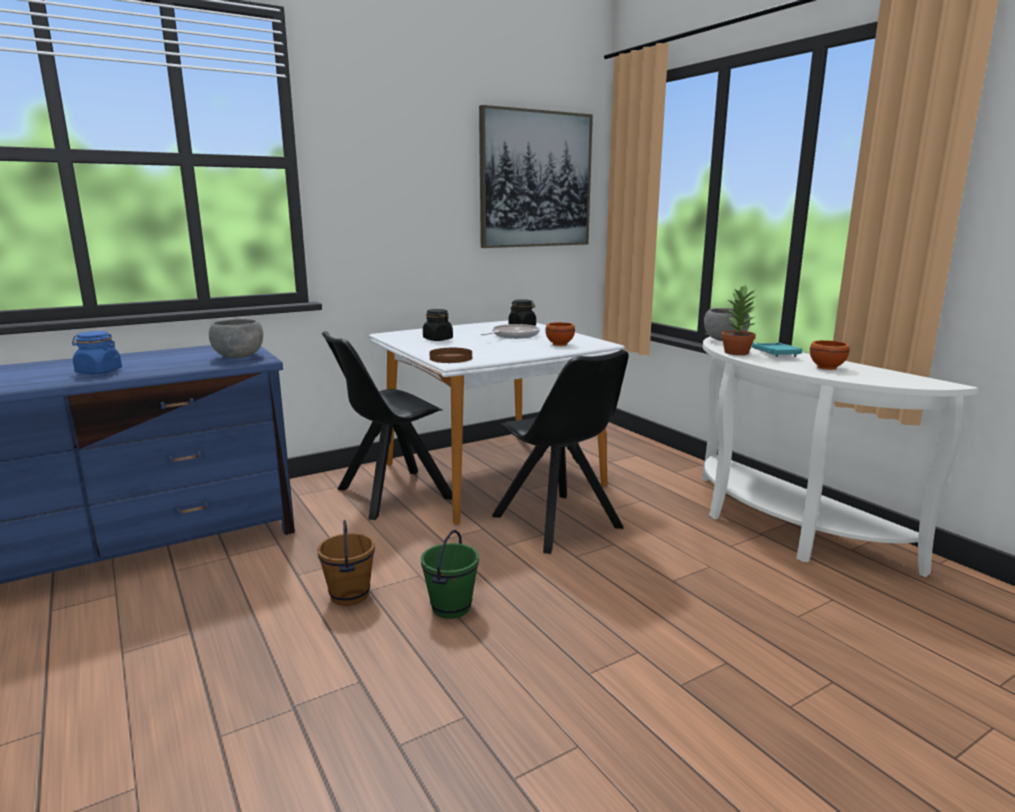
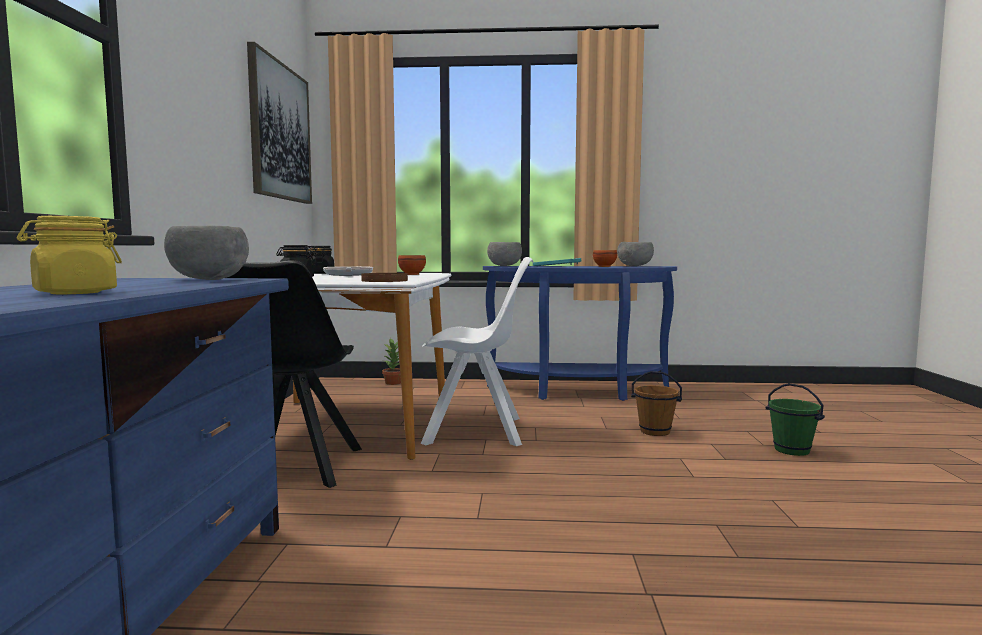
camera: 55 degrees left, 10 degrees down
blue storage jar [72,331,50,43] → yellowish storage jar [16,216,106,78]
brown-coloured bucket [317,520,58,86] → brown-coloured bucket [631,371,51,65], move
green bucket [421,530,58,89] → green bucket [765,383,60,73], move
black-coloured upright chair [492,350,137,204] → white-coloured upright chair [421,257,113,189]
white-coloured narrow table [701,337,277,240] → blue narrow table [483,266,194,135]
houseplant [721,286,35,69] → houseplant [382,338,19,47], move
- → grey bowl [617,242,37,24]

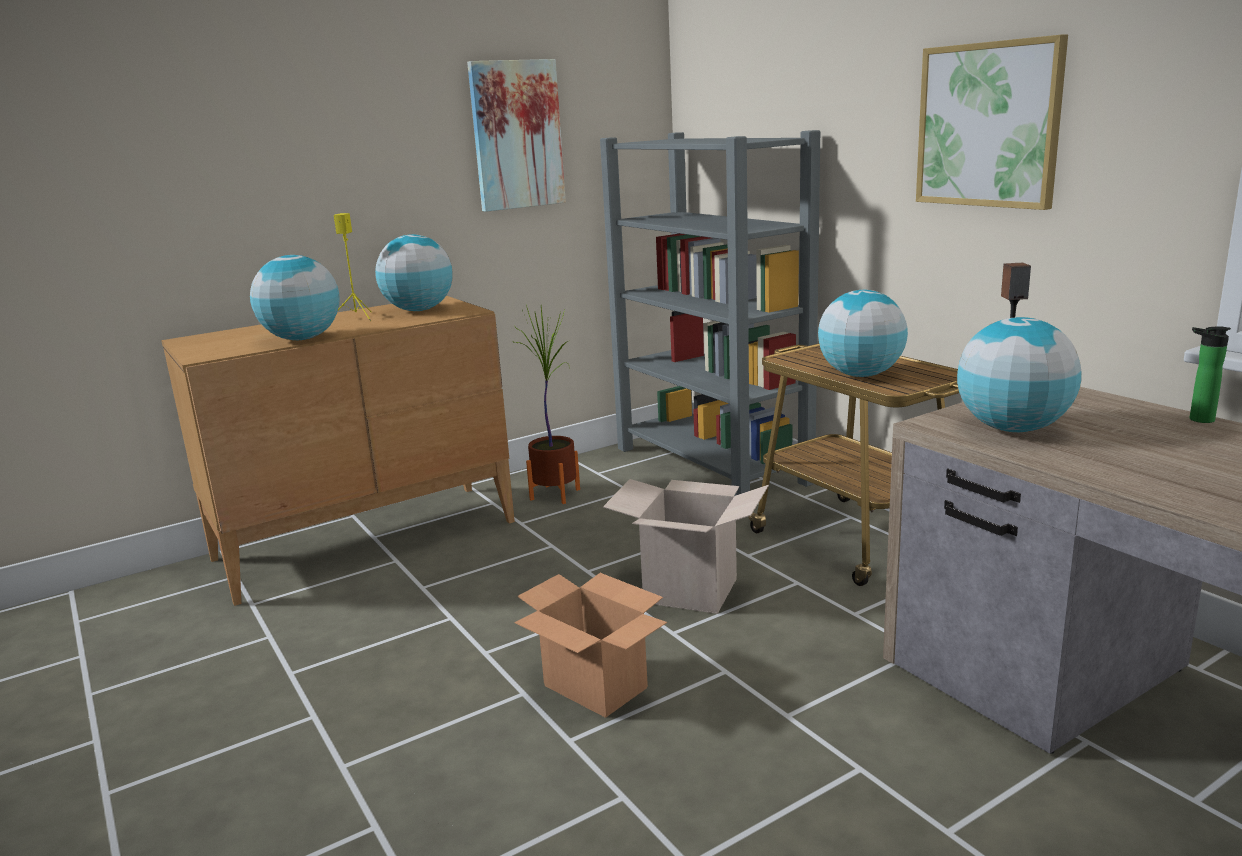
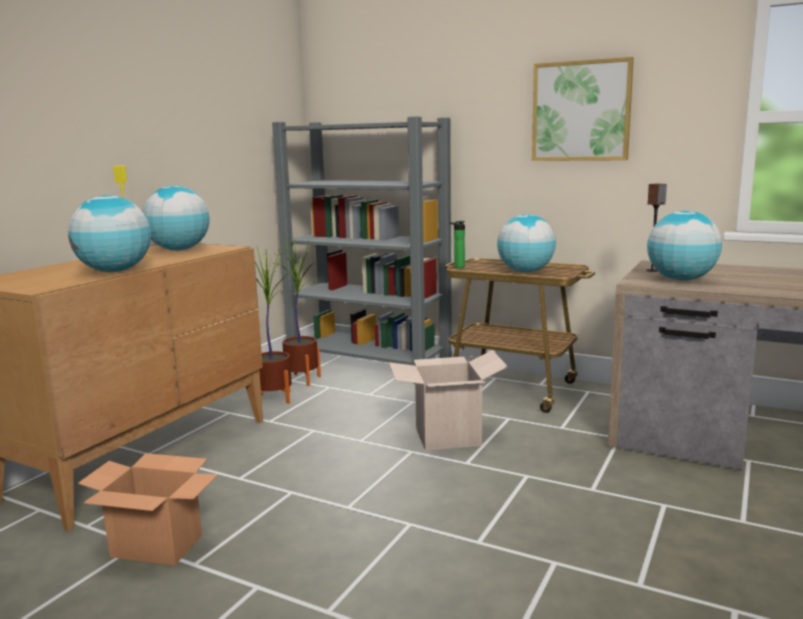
camera: 30 degrees left, 5 degrees down
picture [467,59,99,153] → -
carton [514,573,153,145] → carton [78,453,140,112], move
drink bottle [1190,326,41,97] → drink bottle [449,221,16,47], move
- → houseplant [274,237,47,149]

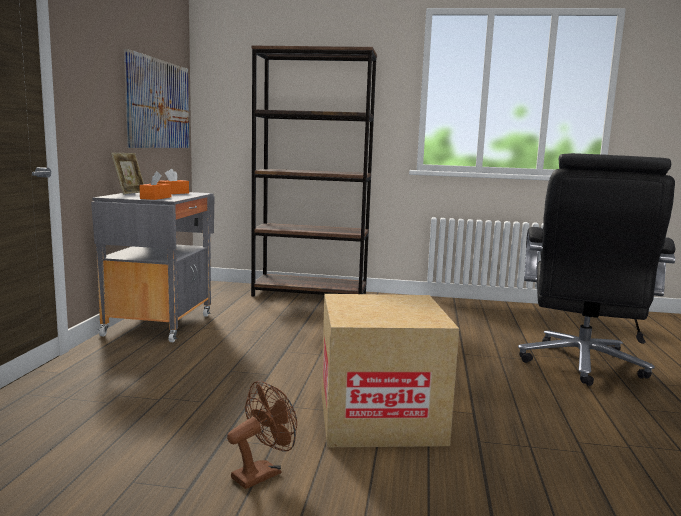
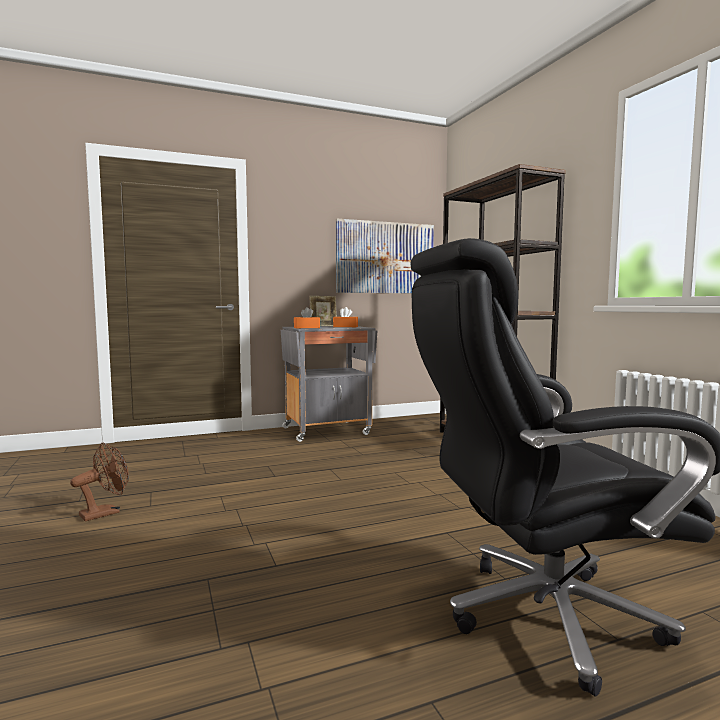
camera: 60 degrees right, 5 degrees down
brown-coloured cooling fan [227,381,70,108] → brown-coloured cooling fan [70,443,59,78], 60 degrees counterclockwise
carton [321,294,138,153] → -

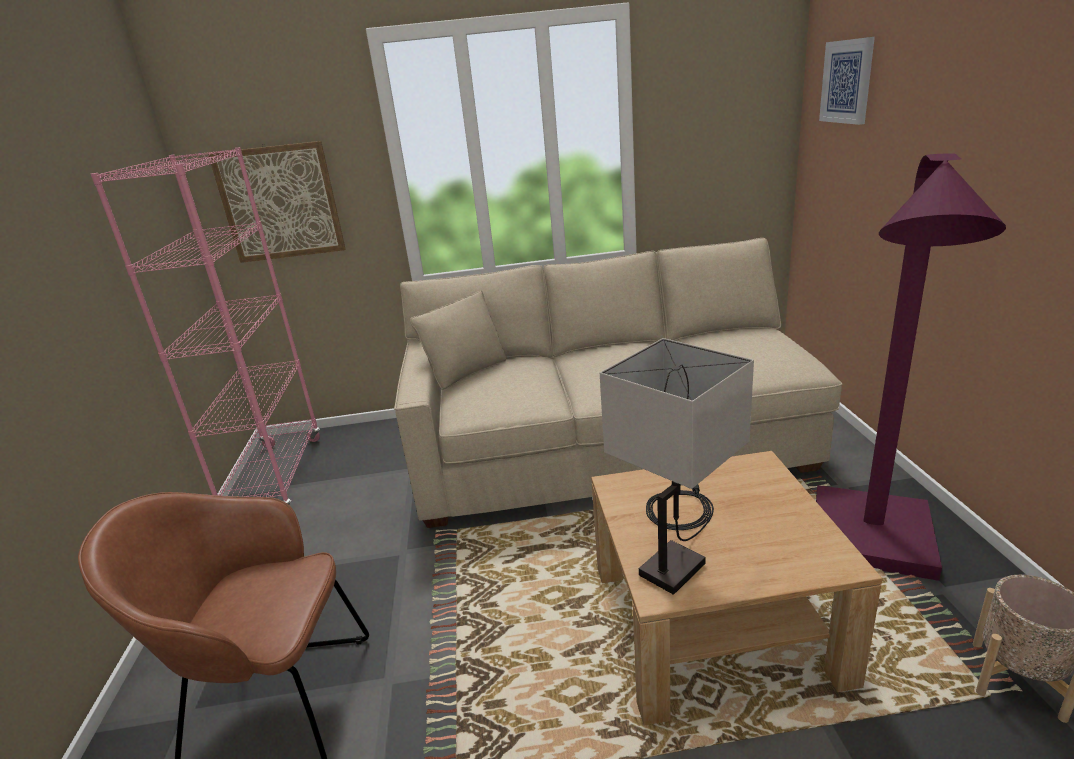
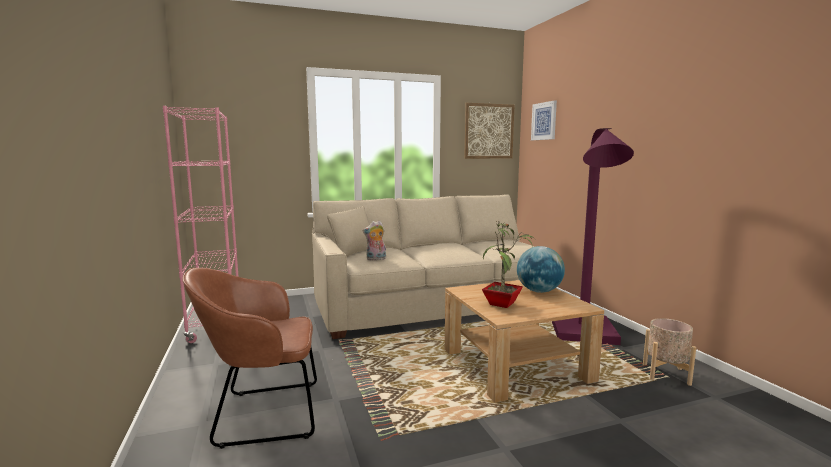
camera: 15 degrees left, 15 degrees down
picture [208,141,138,122] → picture [464,103,50,56], move
table lamp [600,338,154,257] → houseplant [482,221,54,87]
- → cuddly toy [363,221,23,39]
- → world globe [517,246,48,47]

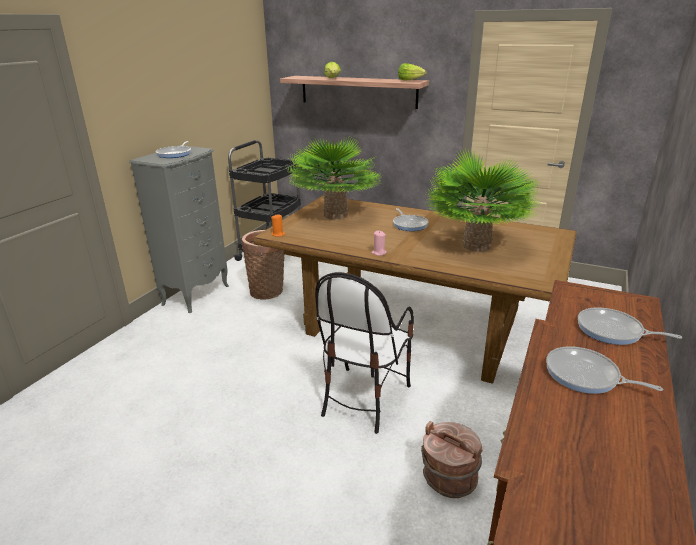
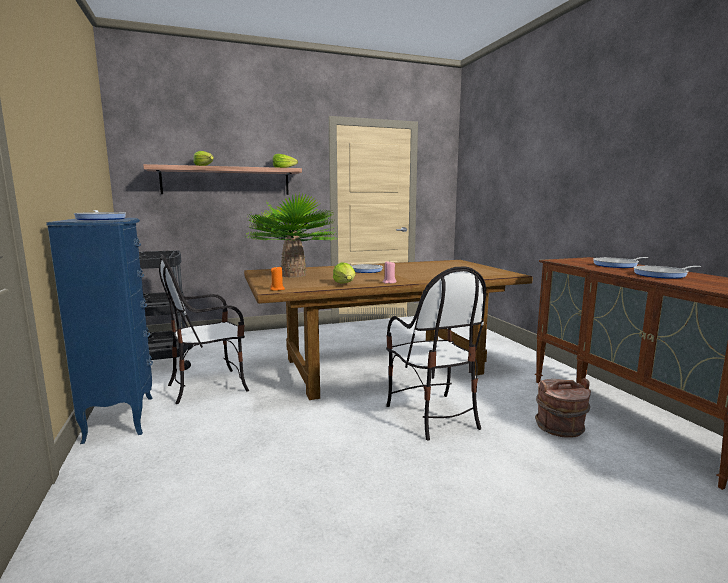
camera: 45 degrees left, 15 degrees down
grey chest of drawers [129,145,100,168] → blue chest of drawers [46,218,107,226]
household basket [241,230,44,70] → upright chair [159,254,90,150]
houseplant [426,149,116,103] → -
- → lettuce head [333,262,23,22]

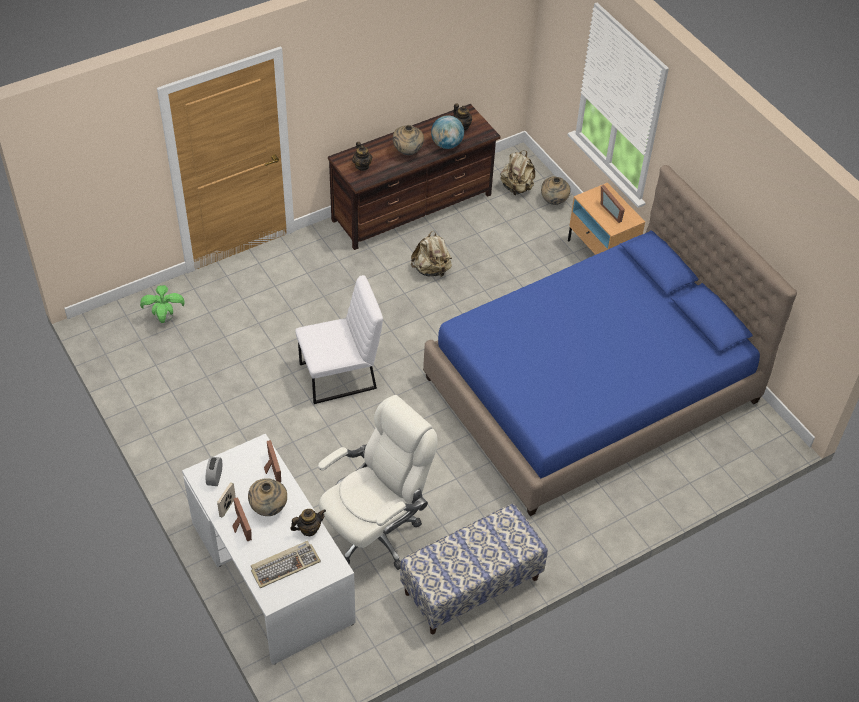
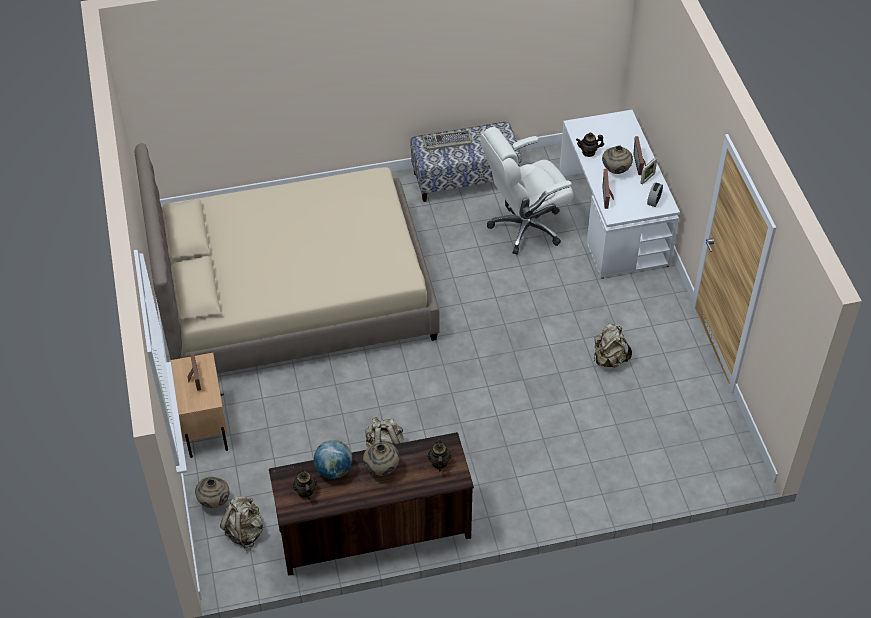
camera: 160 degrees left, 0 degrees up
houseplant [140,285,44,38] → -
keyboard [251,541,70,47] → keyboard [422,130,50,20], move
white-coloured upright chair [295,275,88,129] → -
blue sleeping bed [423,165,374,351] → sand-coloured sleeping bed [135,143,305,231]
- → sand-coloured backpack [594,323,38,45]

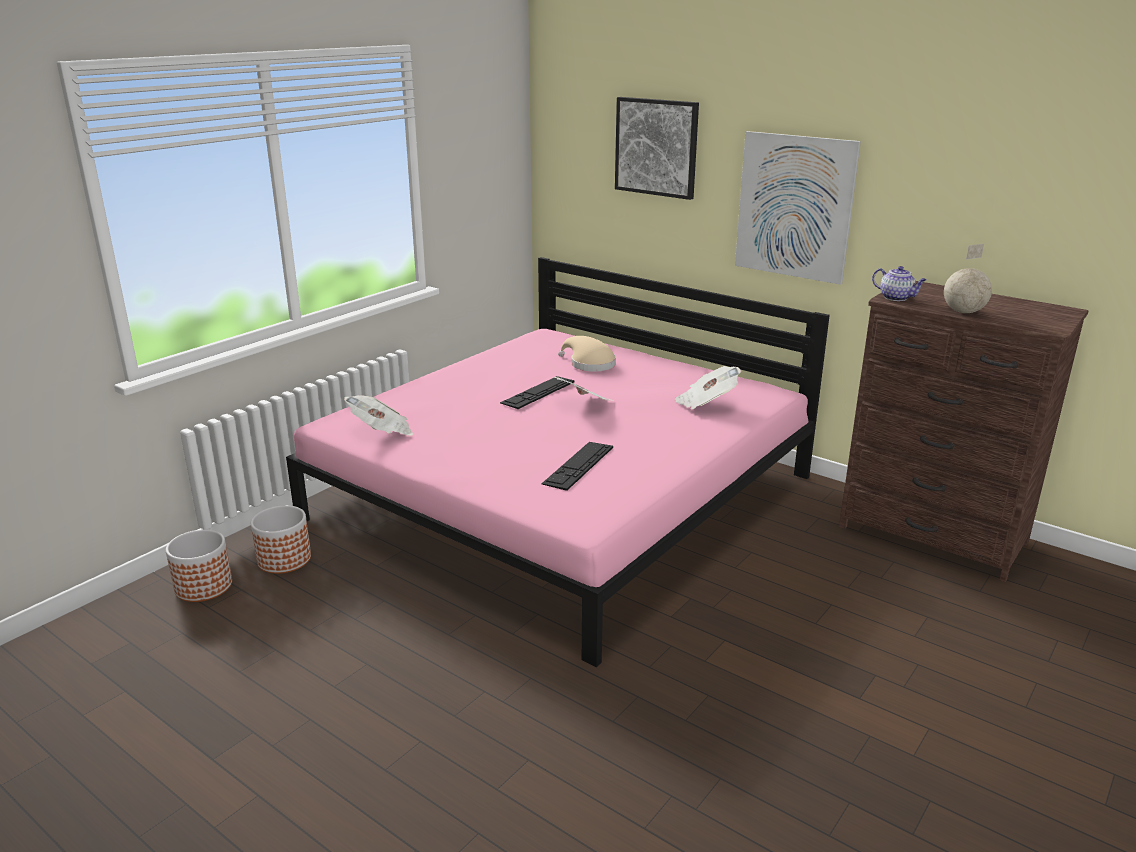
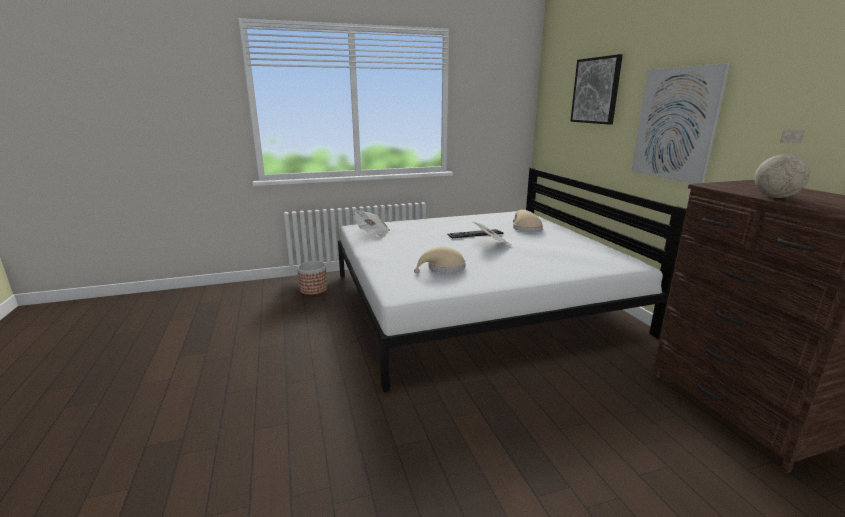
camera: 35 degrees right, 5 degrees down
flower pot [166,530,66,72] → -
pink-coloured sleeping bed [286,257,544,410] → white-coloured sleeping bed [338,168,349,224]
keyboard [541,442,72,49] → sand-coloured hat [414,246,52,28]
newspaper [675,366,67,43] → -
tea pot [872,266,55,35] → -

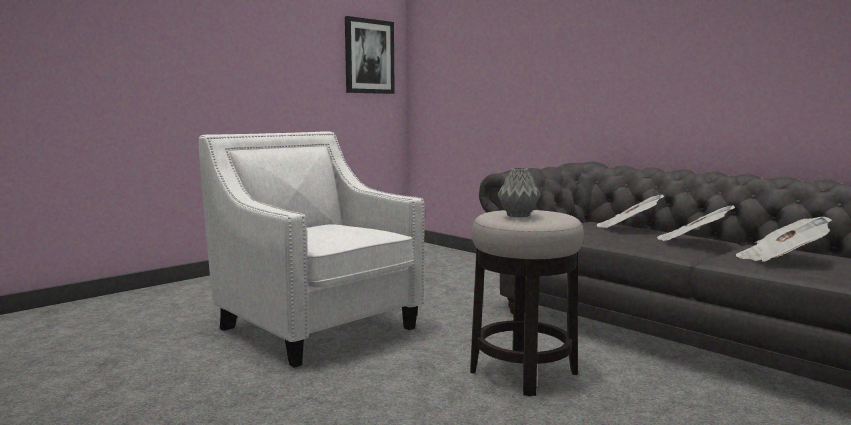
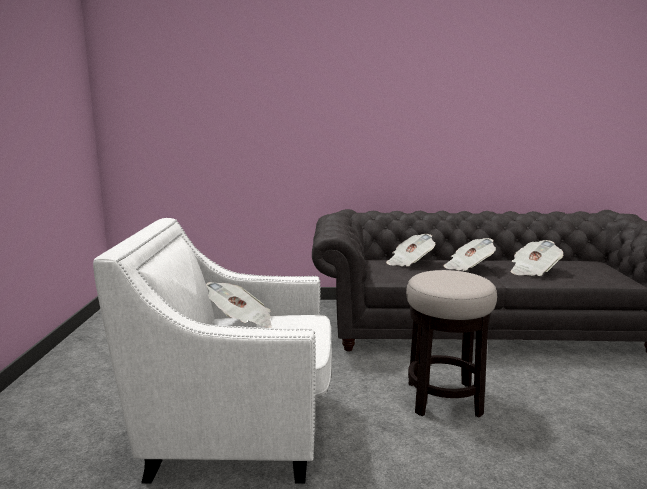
camera: 45 degrees left, 5 degrees up
picture [345,16,50,78] → -
grey vase [498,168,42,50] → -
- → newspaper [206,282,66,46]

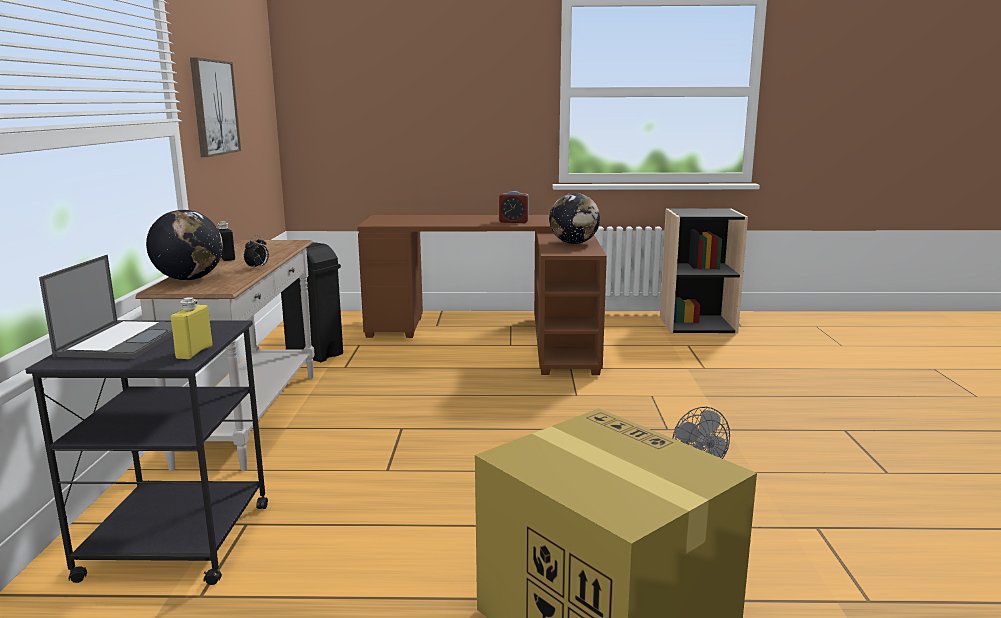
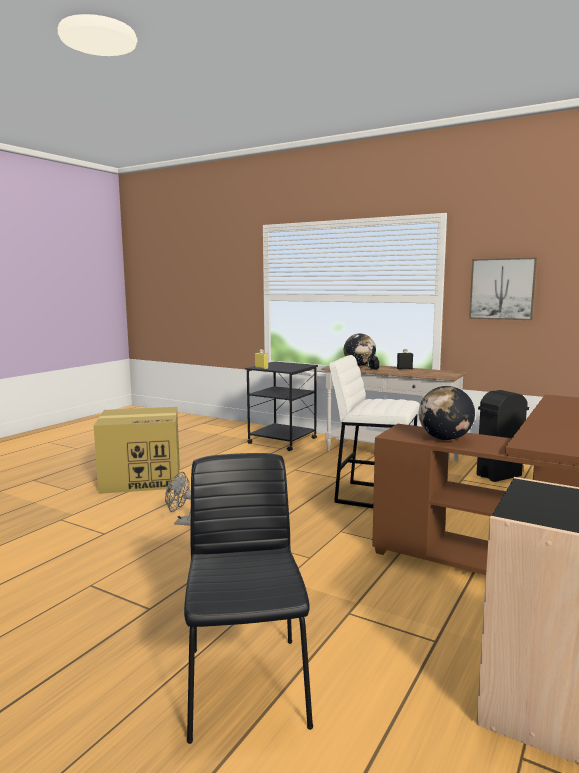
camera: 120 degrees right, 5 degrees down
notebook computer [39,255,134,104] → -
alarm clock [499,191,30,32] → -
- → black-coloured upright chair [184,453,129,291]
- → white-coloured stool seat [329,355,91,153]

